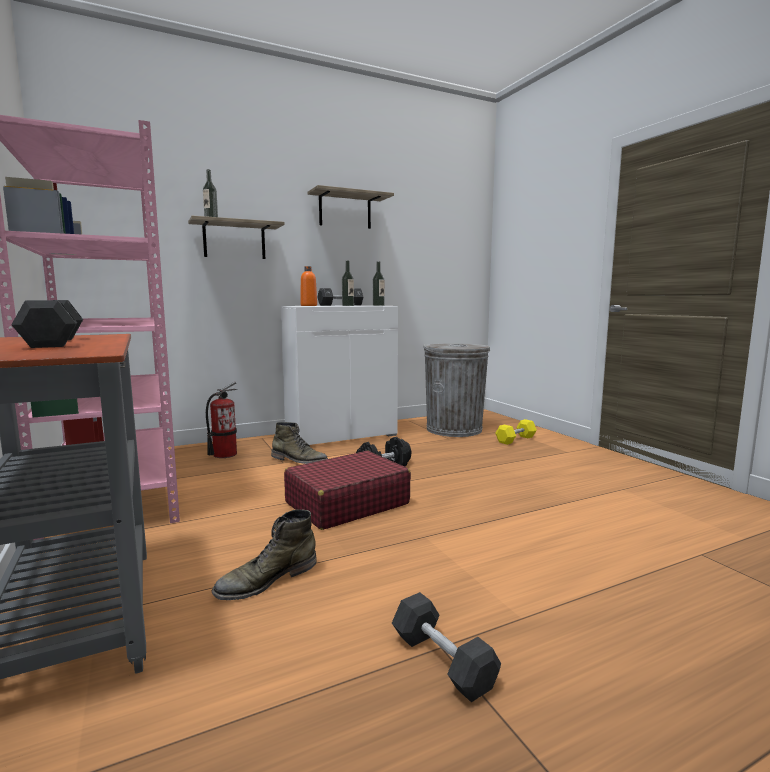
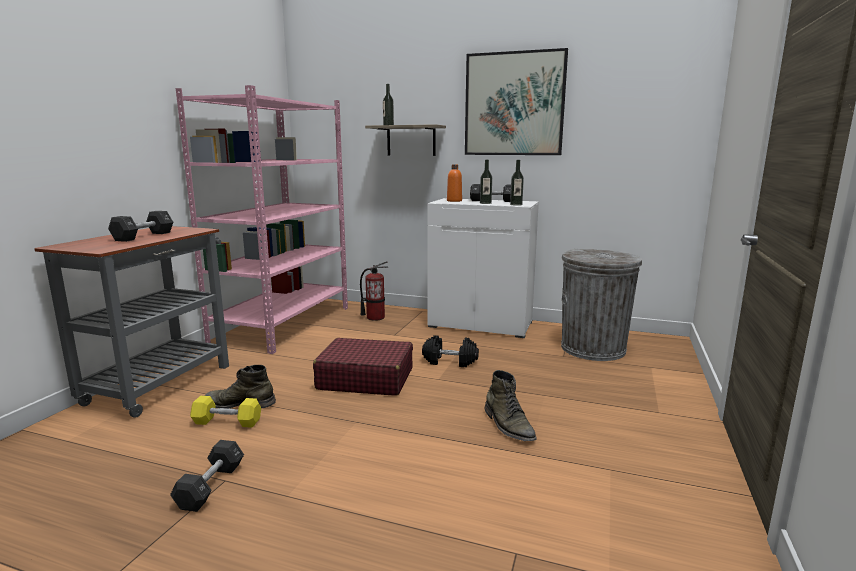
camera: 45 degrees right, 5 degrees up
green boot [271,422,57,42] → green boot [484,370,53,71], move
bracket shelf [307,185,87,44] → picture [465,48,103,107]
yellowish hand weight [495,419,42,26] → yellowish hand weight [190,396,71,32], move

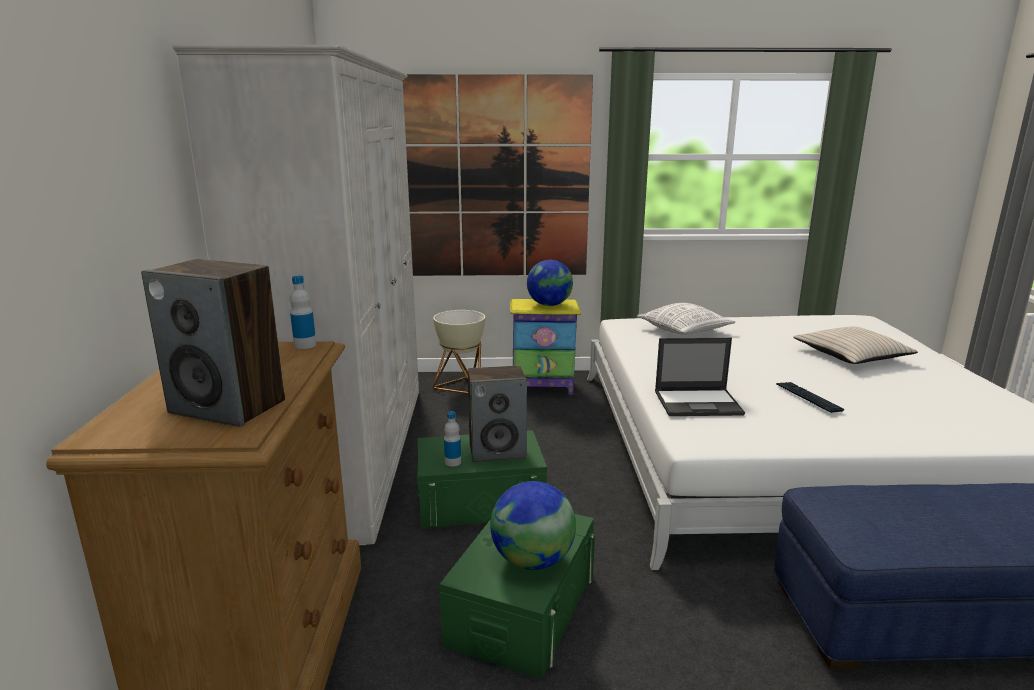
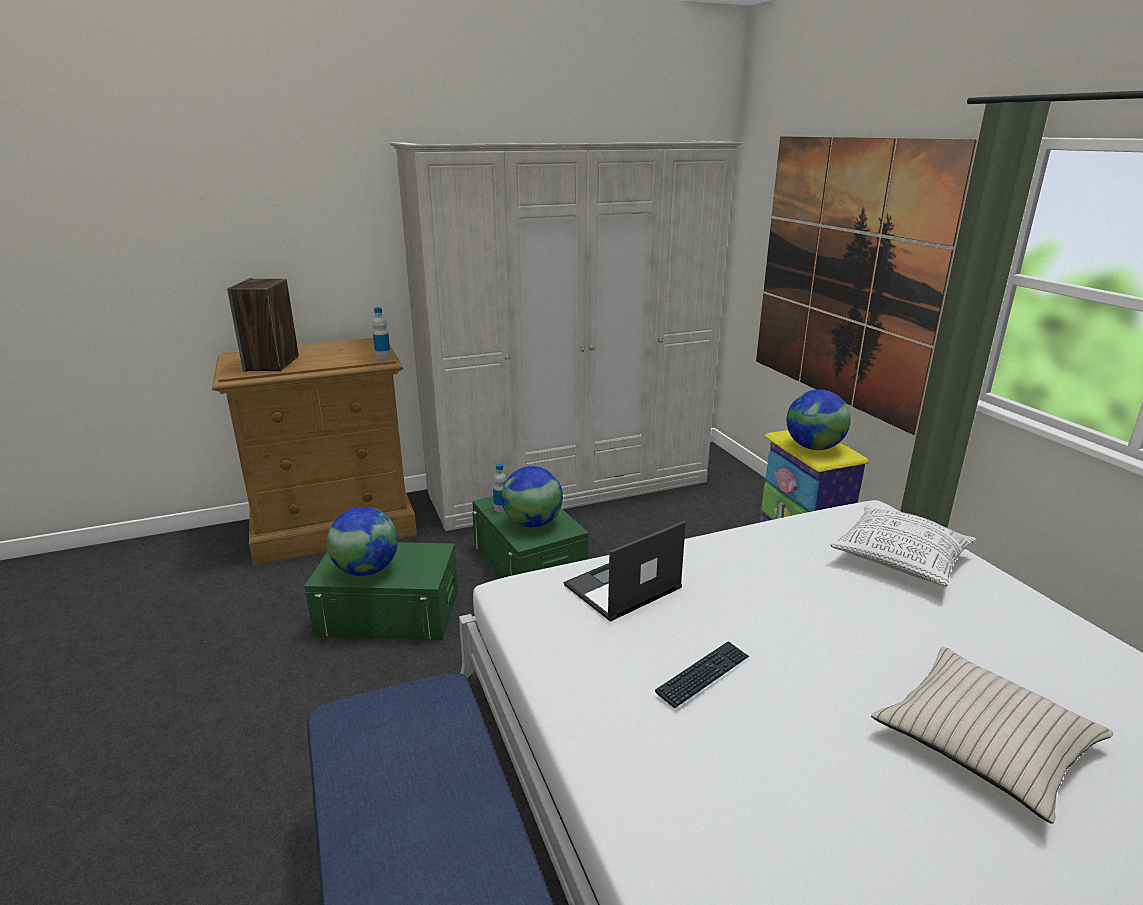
camera: 70 degrees right, 5 degrees up
flower pot [433,310,53,84] → -
loudspeaker [468,366,59,96] → world globe [501,466,62,62]
notebook computer [655,338,90,78] → notebook computer [564,521,122,101], 75 degrees clockwise

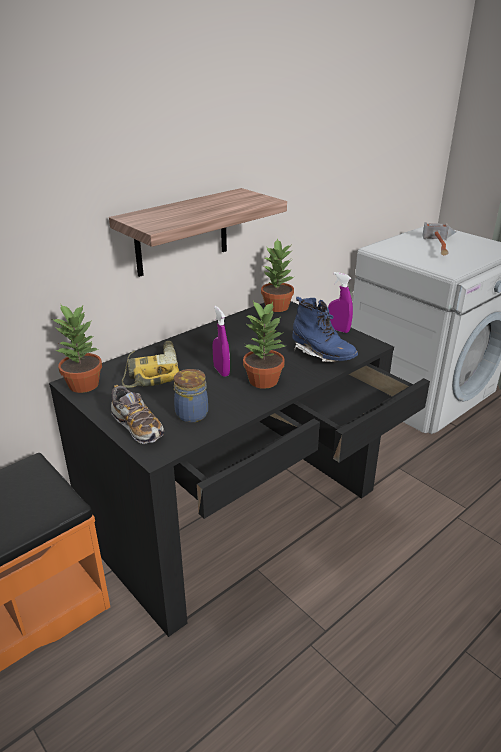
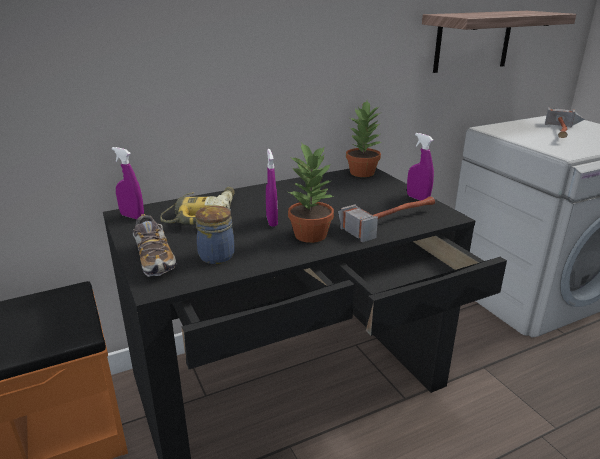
camera: 15 degrees right, 5 degrees down
houseplant [52,305,50,88] → purplish hand sprayer [112,147,32,72]
bracket shelf [109,188,178,89] → bracket shelf [422,11,154,62], move
blue boot [292,297,66,65] → tool hammer [338,196,97,46]

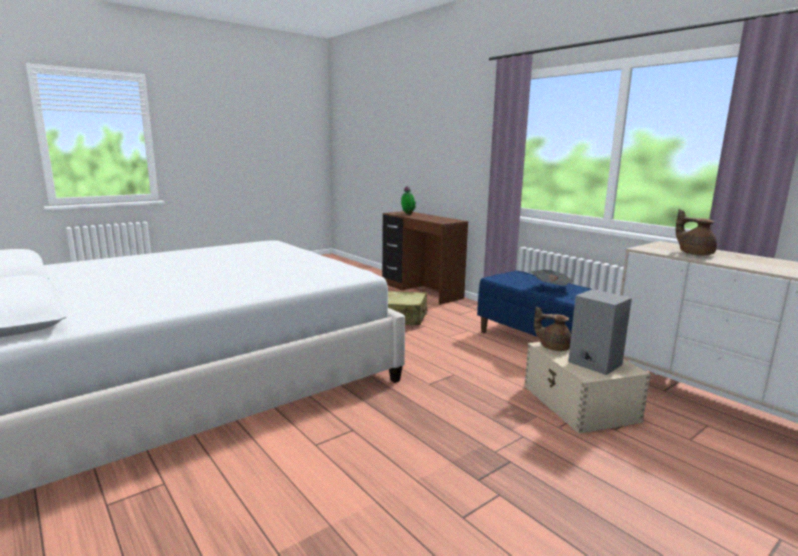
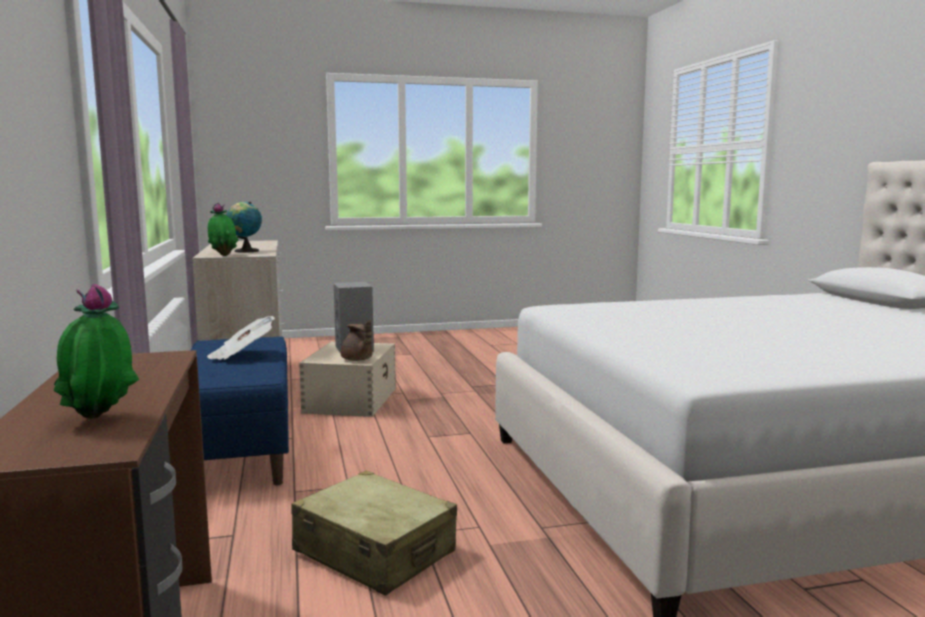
camera: 155 degrees left, 5 degrees down
brown-coloured tea pot [676,209,41,46] → world globe [226,202,36,51]
- → houseplant [208,203,31,53]

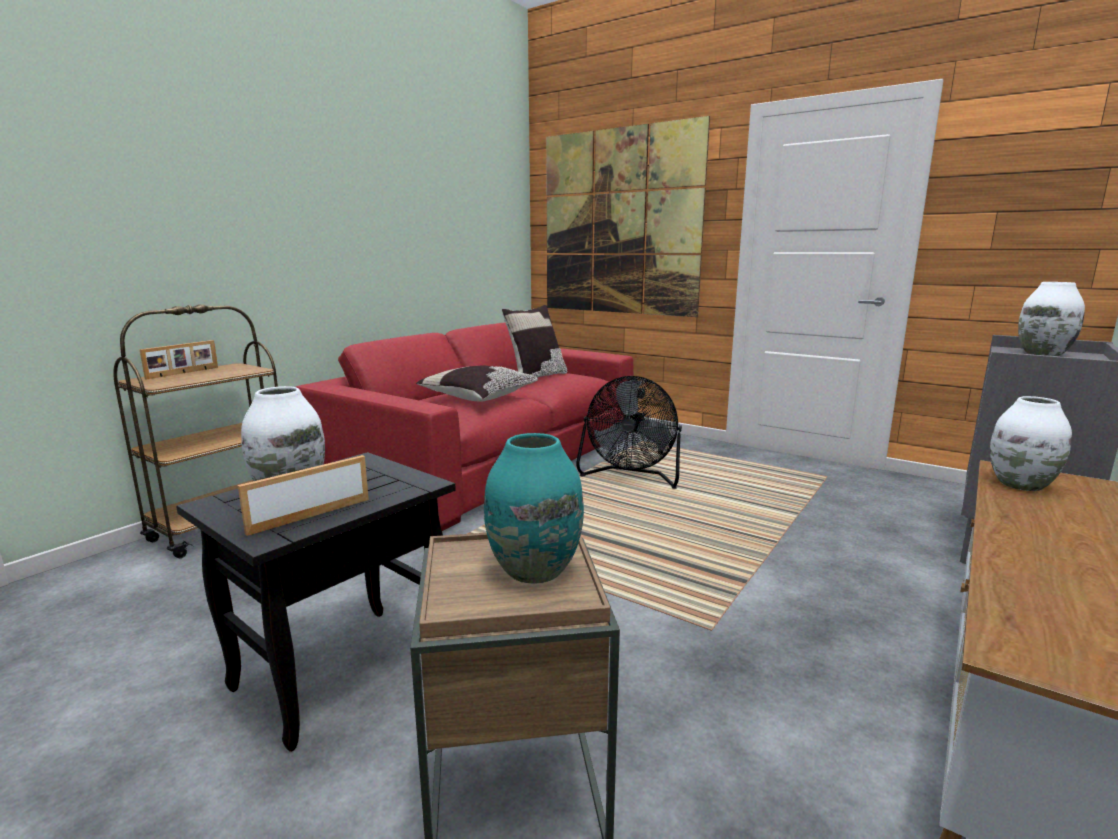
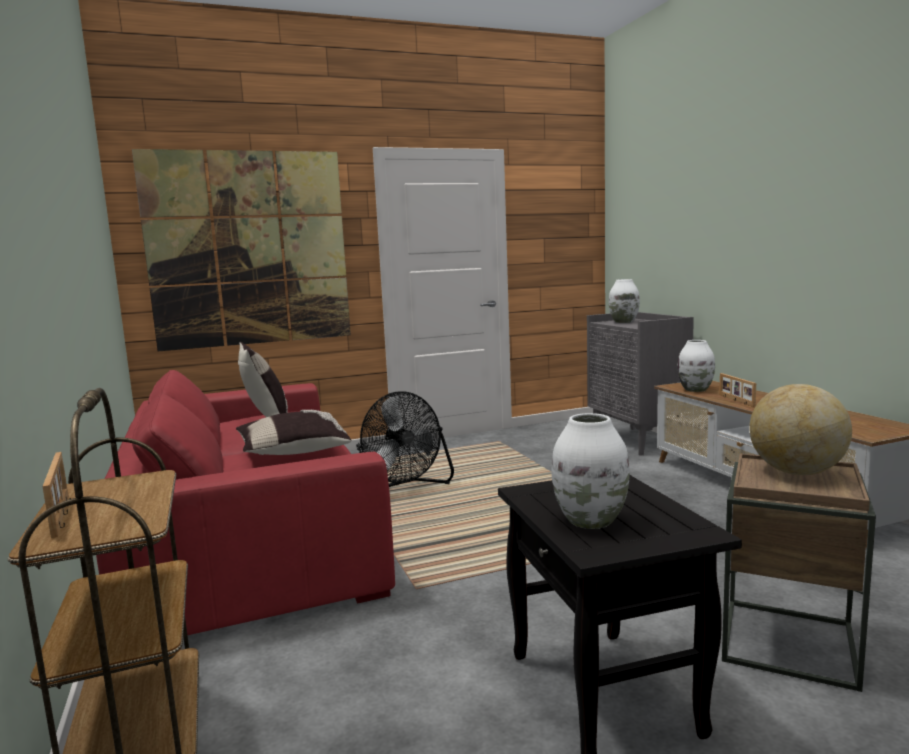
camera: 55 degrees left, 5 degrees down
photo frame [238,455,131,81] → photo frame [719,373,37,34], move
turquoise-coloured vase [484,433,100,151] → world globe [749,384,103,91]

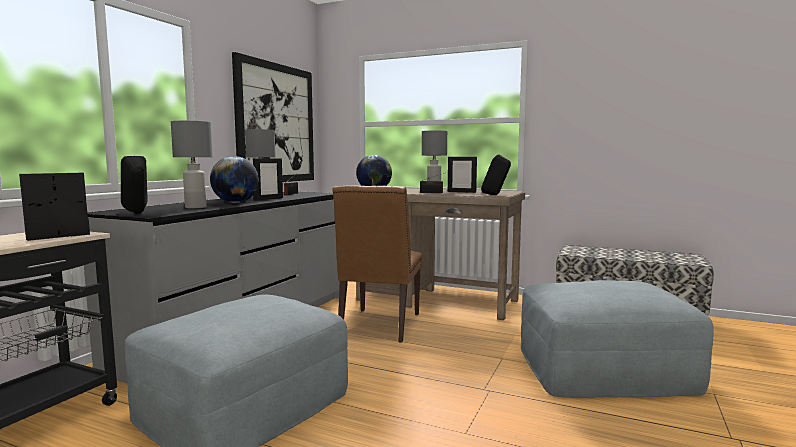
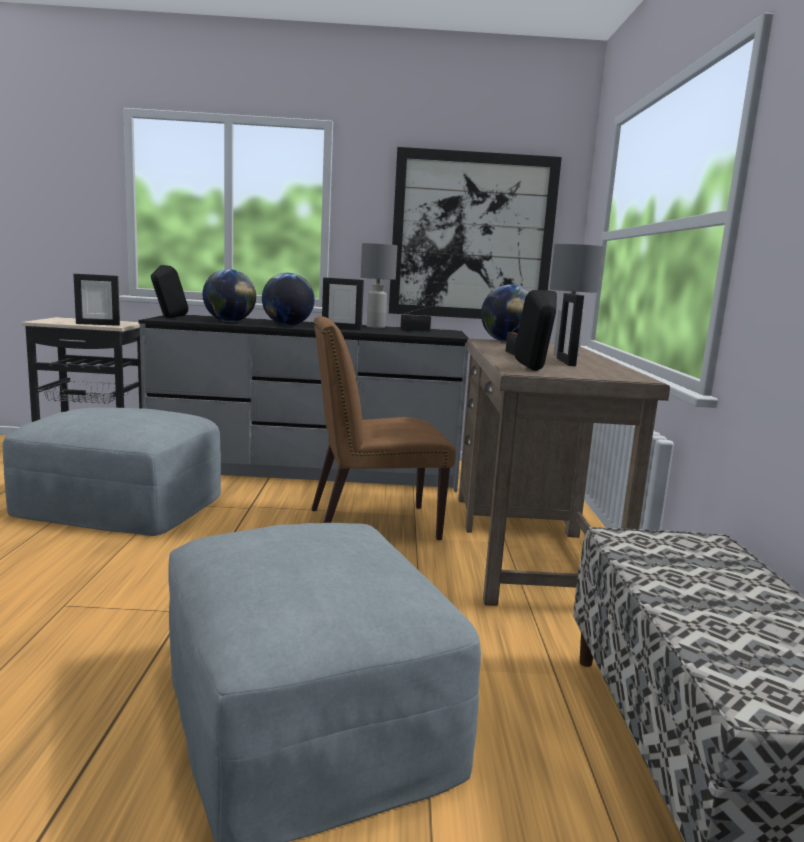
camera: 65 degrees right, 5 degrees up
photo frame [19,173,71,68] → photo frame [73,274,47,52], 150 degrees clockwise
grey table lamp [171,121,42,88] → world globe [203,269,53,53]

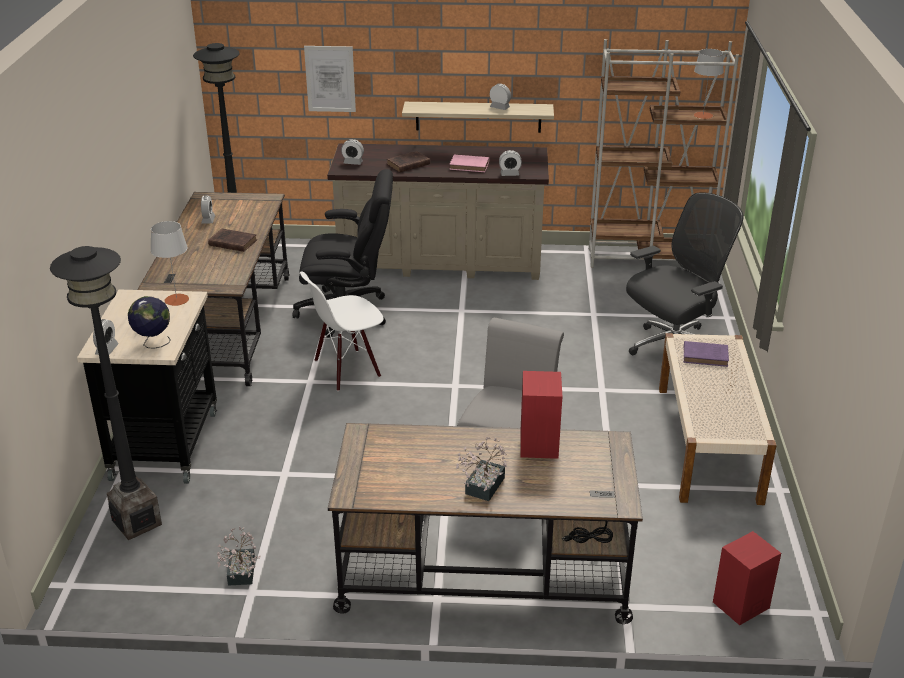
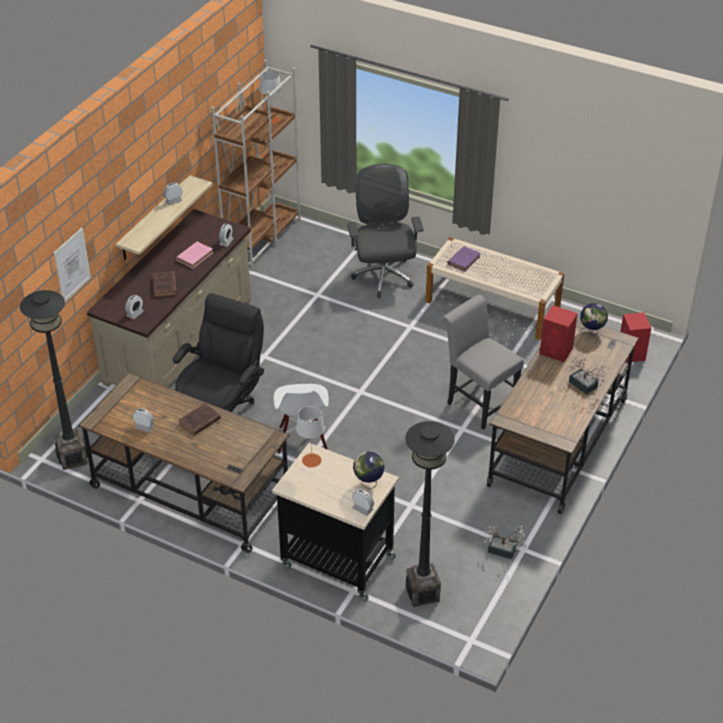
camera: 65 degrees left, 10 degrees up
- → world globe [580,303,28,32]

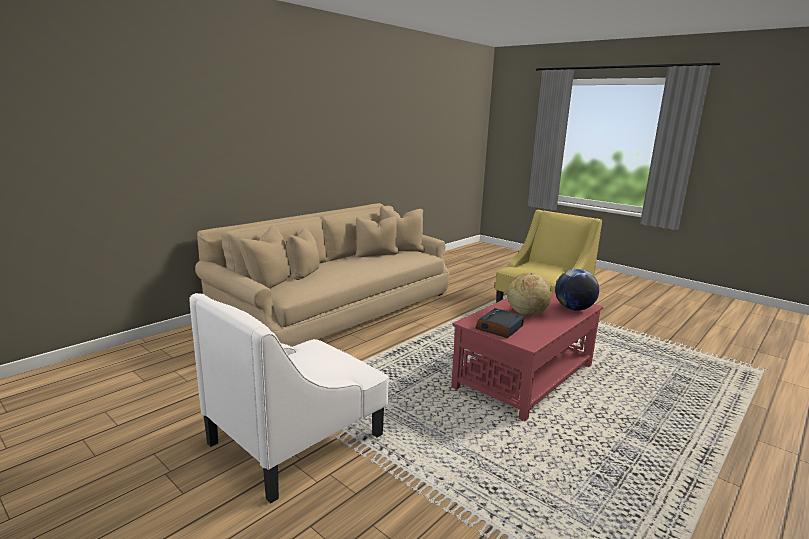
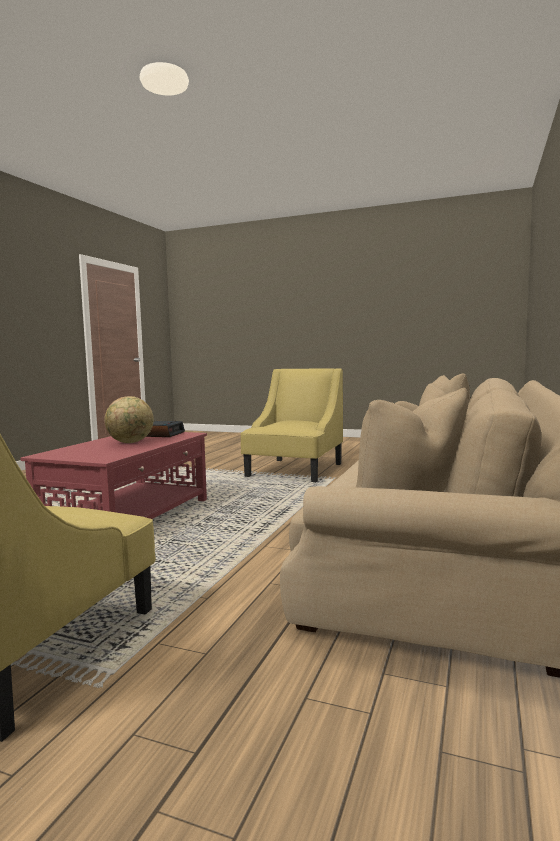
camera: 160 degrees right, 10 degrees down
white-coloured lounge chair [189,293,200,210] → yellowish lounge chair [241,368,102,114]
world globe [555,269,44,42] → -

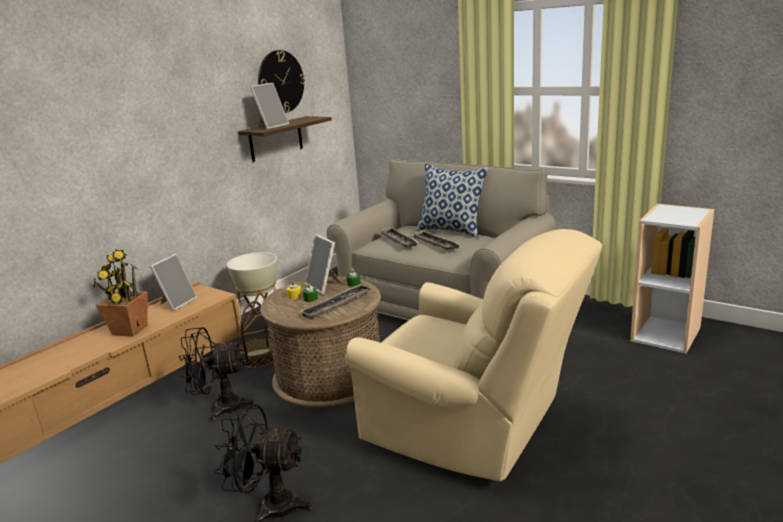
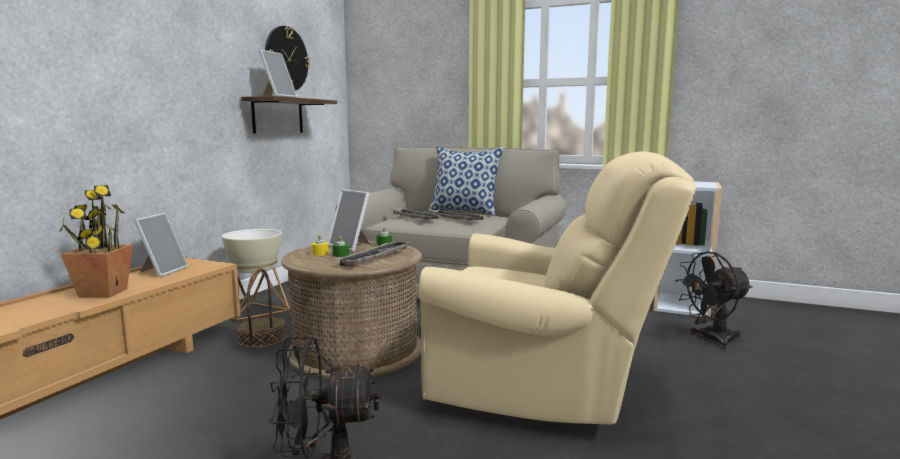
camera: 15 degrees left, 10 degrees down
black-coloured cooling fan [179,327,76,94] → black-coloured cooling fan [675,251,78,98], move

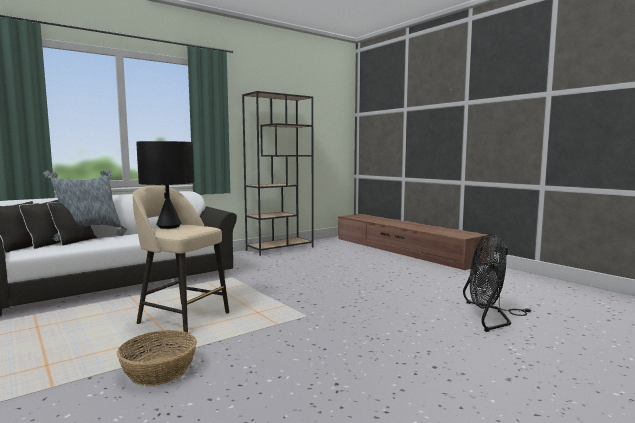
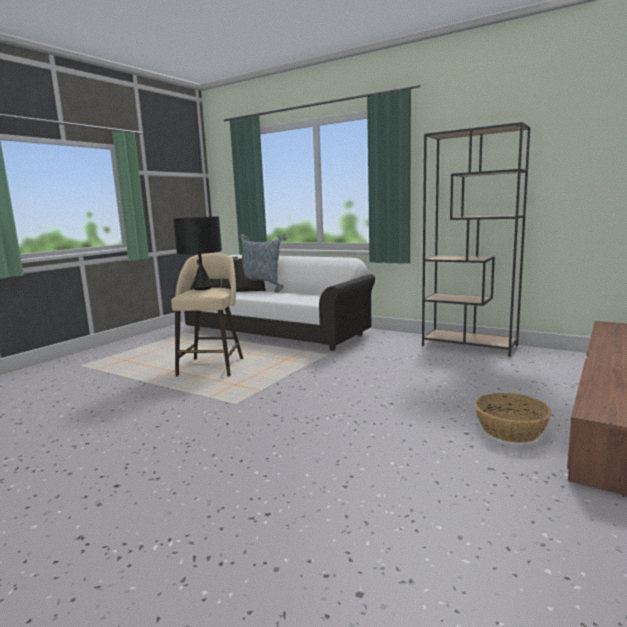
camera: 70 degrees right, 5 degrees up
household basket [117,330,80,56] → household basket [475,393,77,50], move
black-coloured cooling fan [463,234,68,98] → -

